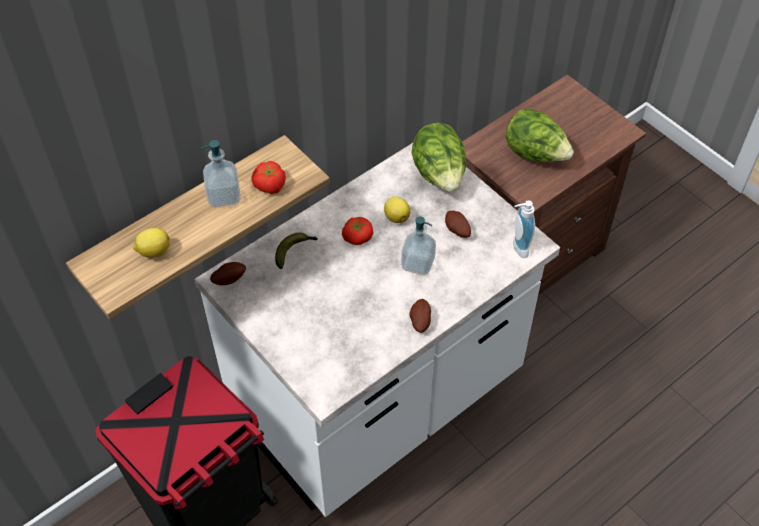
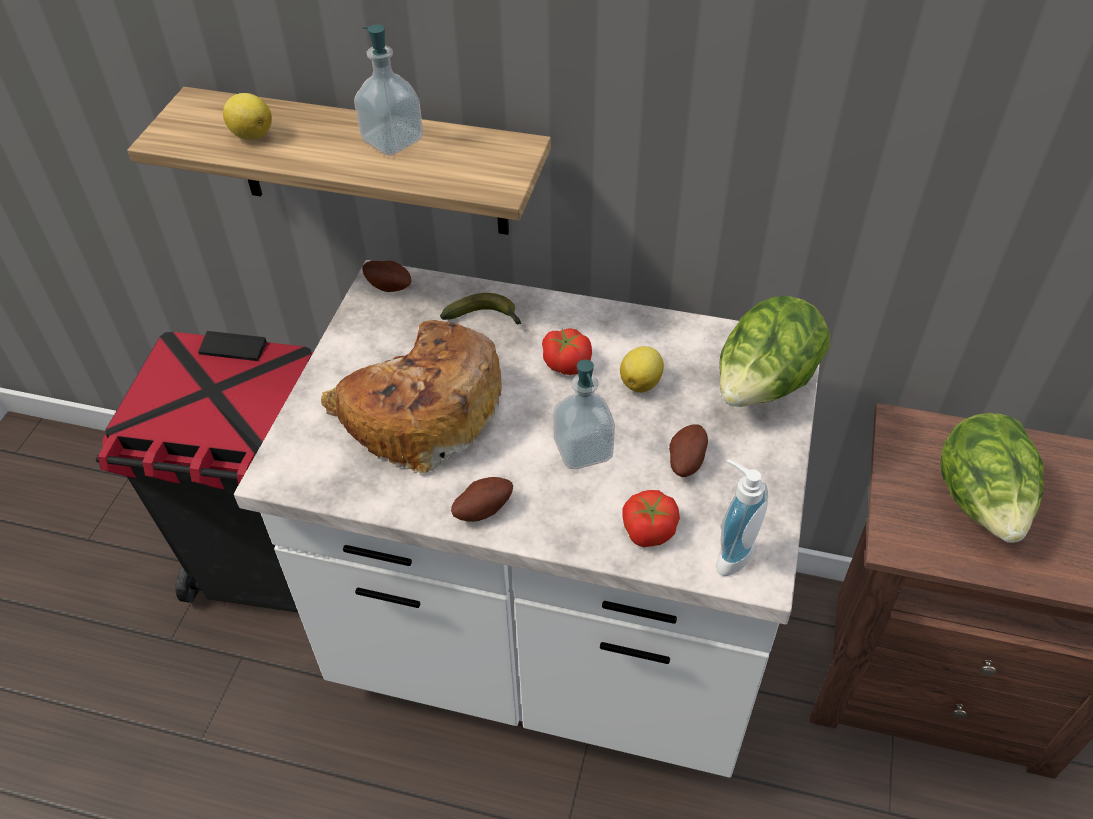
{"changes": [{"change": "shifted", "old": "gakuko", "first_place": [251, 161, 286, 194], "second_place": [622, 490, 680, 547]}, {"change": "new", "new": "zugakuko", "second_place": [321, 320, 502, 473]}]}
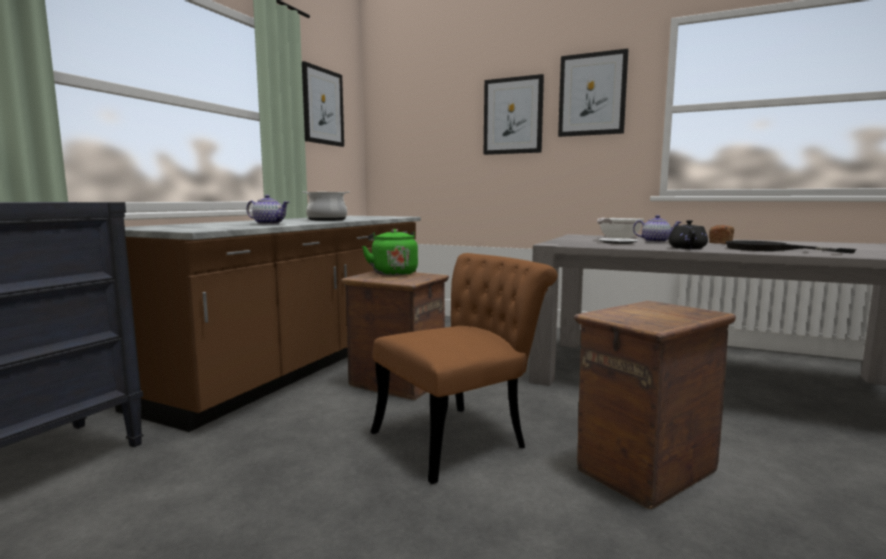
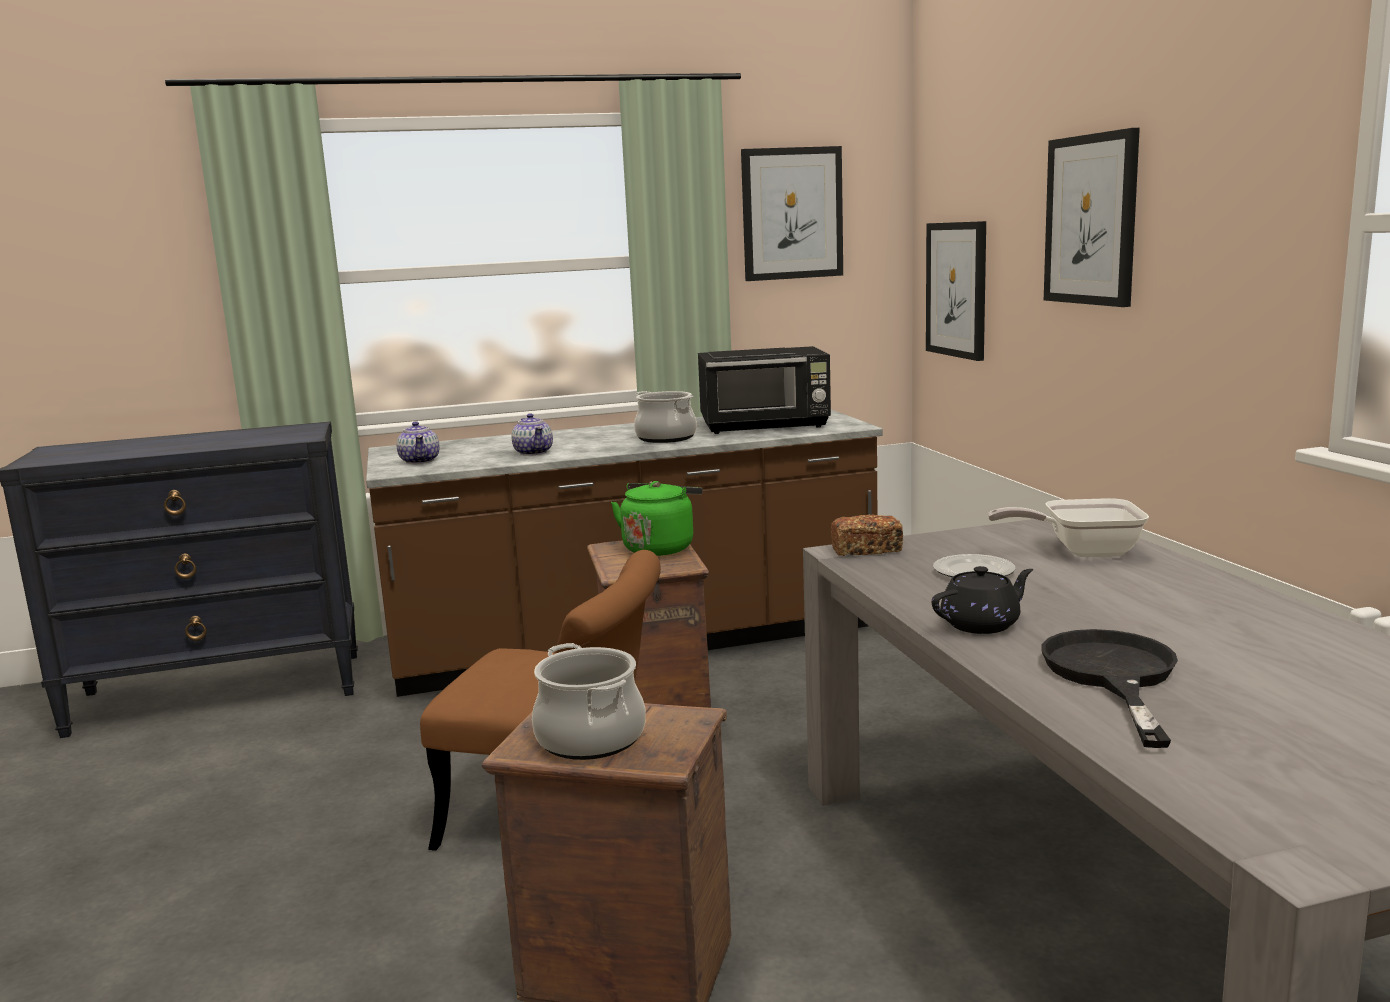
{"changes": [{"change": "shifted", "old": "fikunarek", "first_place": [558, 49, 628, 137], "second_place": [926, 221, 986, 361]}, {"change": "shifted", "old": "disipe", "first_place": [633, 215, 682, 242], "second_place": [396, 421, 440, 464]}, {"change": "shifted", "old": "zugakuko", "first_place": [709, 225, 734, 244], "second_place": [831, 514, 903, 556]}, {"change": "new", "new": "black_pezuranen", "second_place": [698, 346, 831, 434]}, {"change": "new", "new": "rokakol", "second_place": [532, 643, 646, 760]}]}
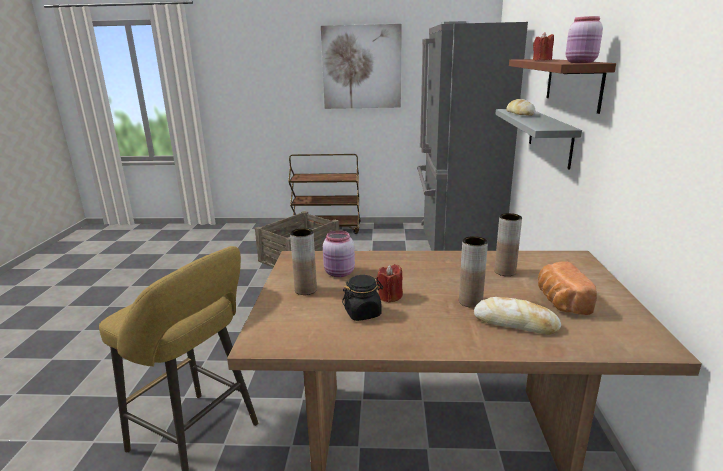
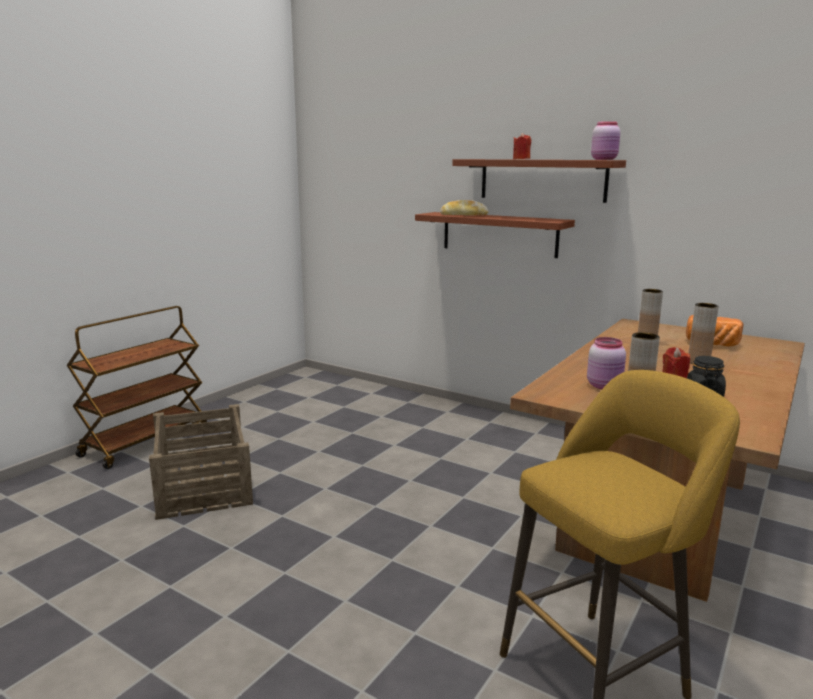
{"changes": [{"change": "gone", "old": "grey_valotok", "first_place": [417, 21, 528, 251]}, {"change": "gone", "old": "fikunarek", "first_place": [321, 24, 402, 109]}, {"change": "repainted", "old": "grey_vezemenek", "new": "brown_vezemenek", "first_place": [496, 109, 582, 170], "second_place": [415, 212, 575, 258]}, {"change": "gone", "old": "zugakuko", "first_place": [474, 297, 561, 335]}]}
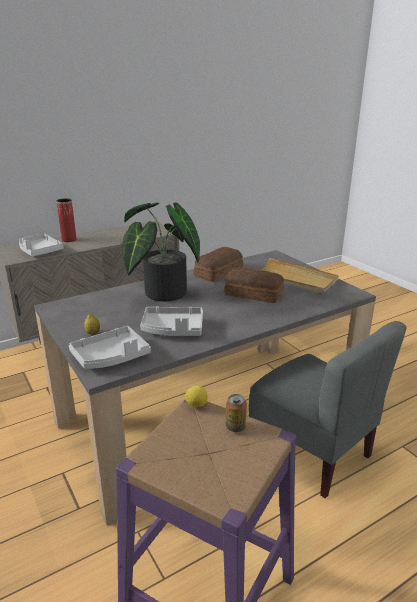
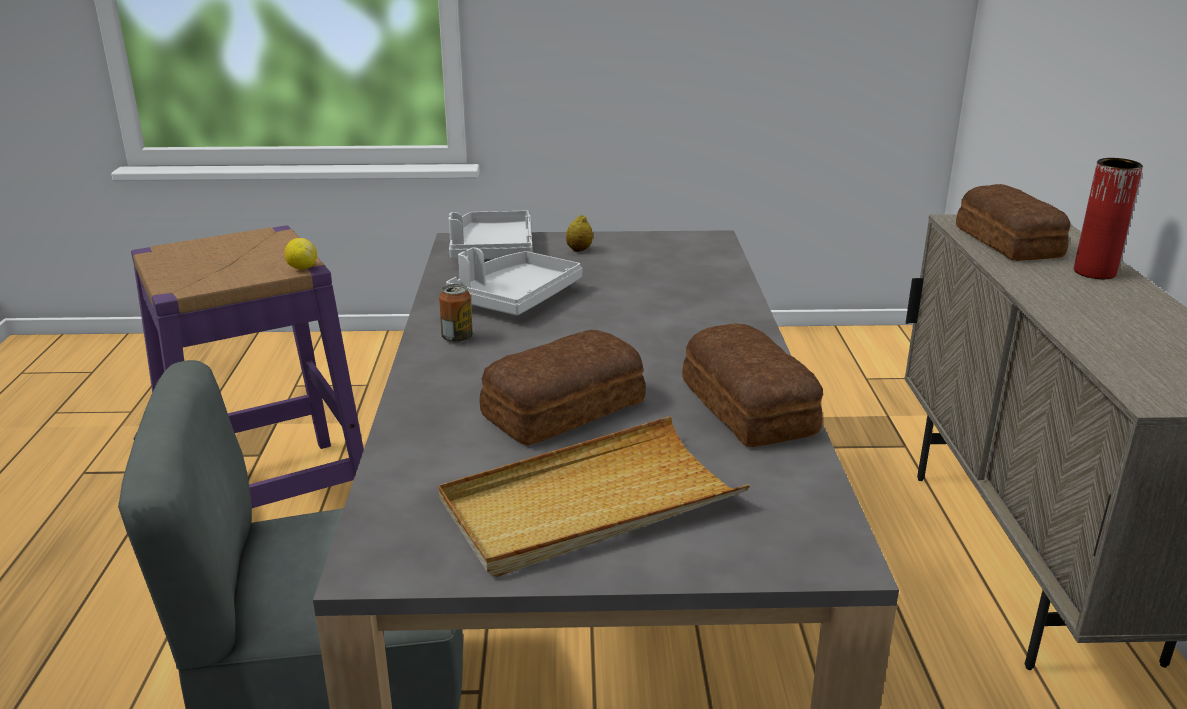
{"changes": [{"change": "gone", "old": "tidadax", "first_place": [122, 202, 200, 301]}, {"change": "swapped", "old": "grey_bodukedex", "new": "zugakuko", "first_place": [19, 233, 63, 256], "second_place": [956, 184, 1071, 261]}, {"change": "shifted", "old": "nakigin", "first_place": [226, 394, 247, 432], "second_place": [439, 284, 473, 343]}]}
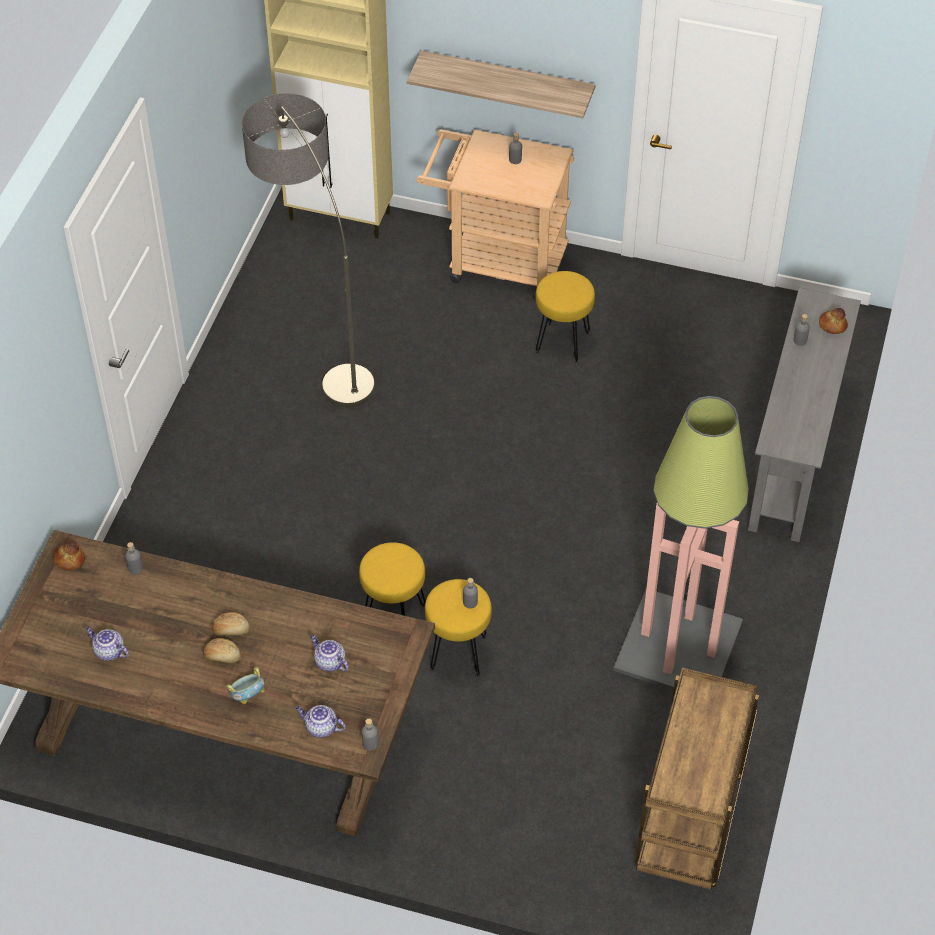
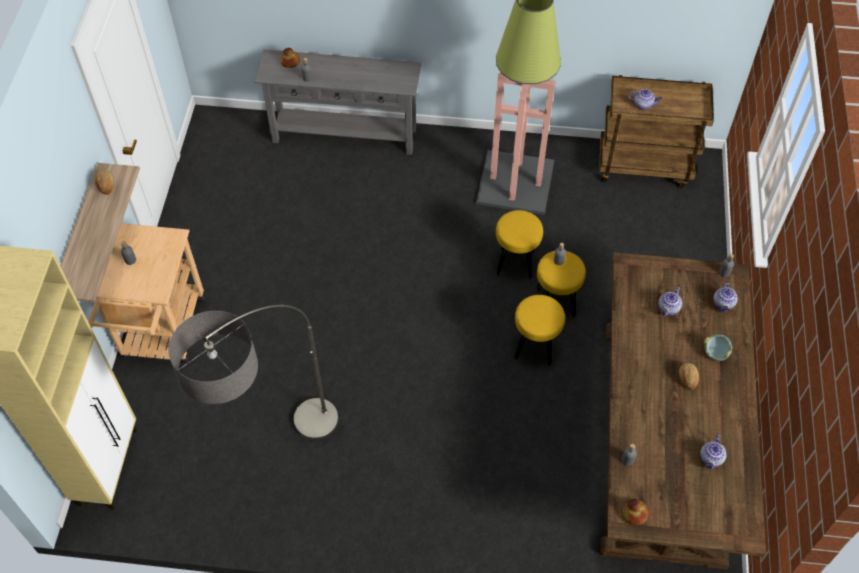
{"changes": [{"change": "shifted", "old": "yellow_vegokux", "first_place": [536, 271, 595, 363], "second_place": [496, 210, 543, 279]}, {"change": "shifted", "old": "zugakuko", "first_place": [212, 612, 250, 636], "second_place": [95, 170, 114, 195]}, {"change": "new", "new": "disipe", "second_place": [628, 89, 662, 110]}]}
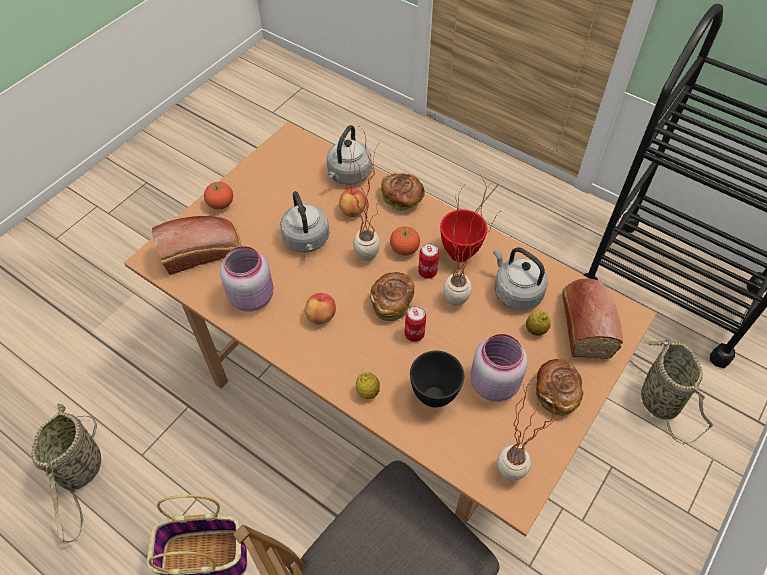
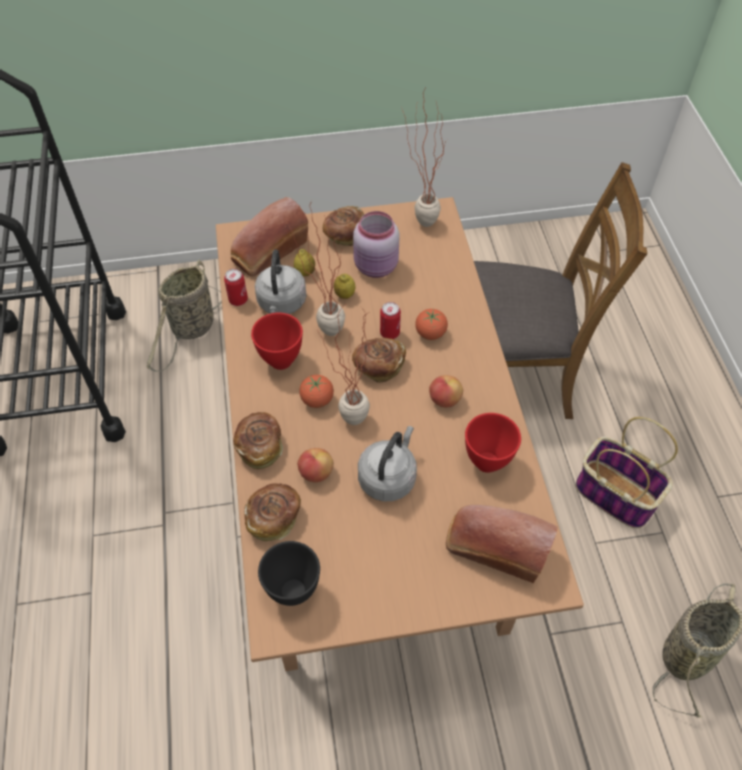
{"changes": [{"change": "swapped", "old": "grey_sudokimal", "new": "zugakuko", "first_place": [327, 125, 372, 185], "second_place": [244, 483, 301, 541]}, {"change": "shifted", "old": "gakuko", "first_place": [204, 182, 233, 209], "second_place": [415, 309, 448, 340]}, {"change": "shifted", "old": "nakigin", "first_place": [418, 243, 439, 279], "second_place": [224, 269, 248, 306]}, {"change": "swapped", "old": "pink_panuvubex", "new": "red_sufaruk", "first_place": [220, 246, 274, 312], "second_place": [465, 413, 521, 473]}, {"change": "shifted", "old": "black_sufaruk", "first_place": [410, 351, 464, 407], "second_place": [258, 541, 320, 606]}, {"change": "shifted", "old": "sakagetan", "first_place": [356, 372, 380, 399], "second_place": [334, 274, 355, 299]}]}
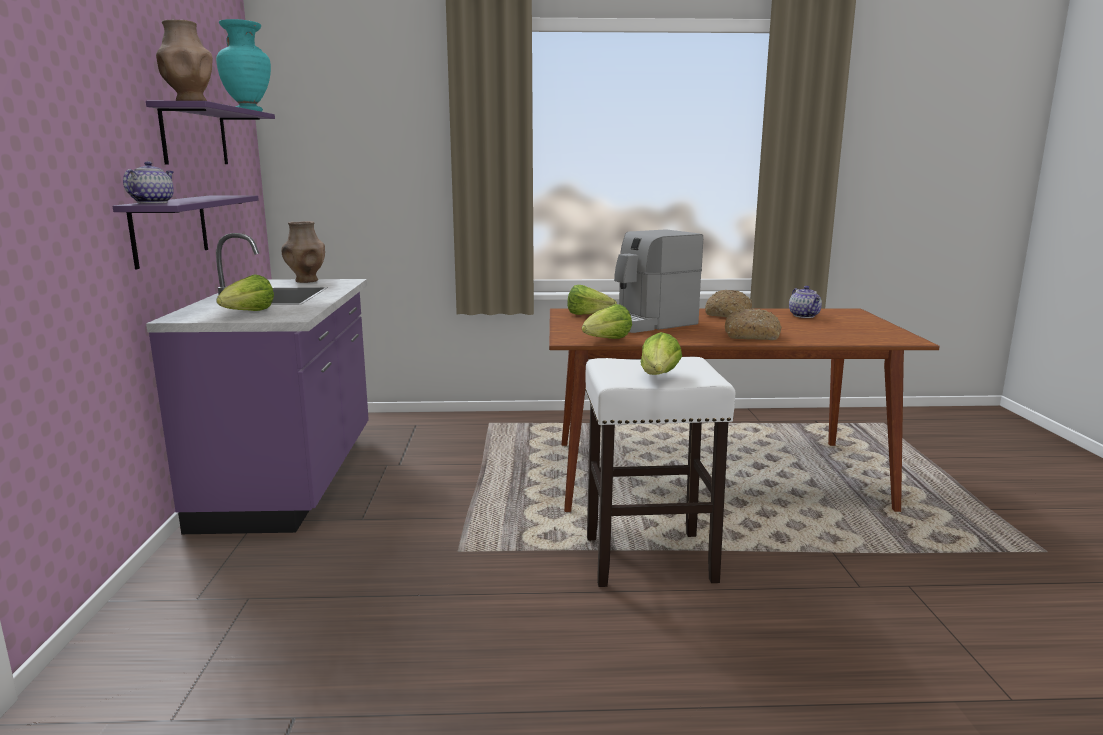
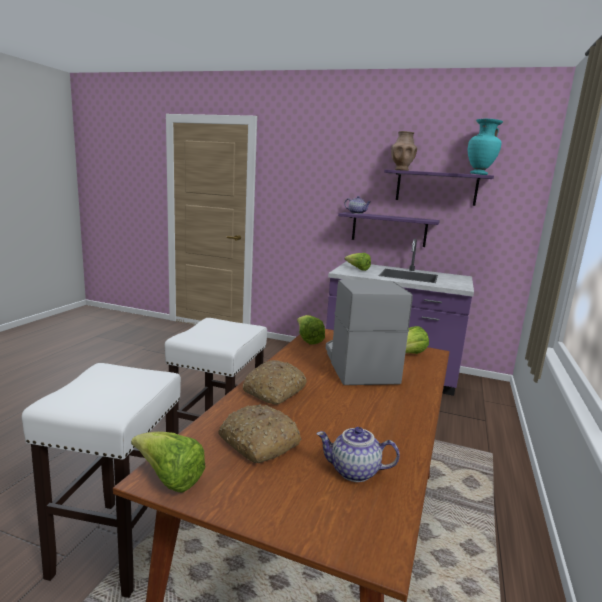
{"changes": [{"change": "gone", "old": "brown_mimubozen", "first_place": [281, 221, 325, 283]}, {"change": "shifted", "old": "zugakuko", "first_place": [705, 290, 752, 318], "second_place": [218, 404, 302, 463]}, {"change": "shifted", "old": "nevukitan", "first_place": [641, 332, 682, 375], "second_place": [131, 432, 205, 493]}, {"change": "new", "new": "white_vegokux", "second_place": [22, 363, 181, 598]}]}
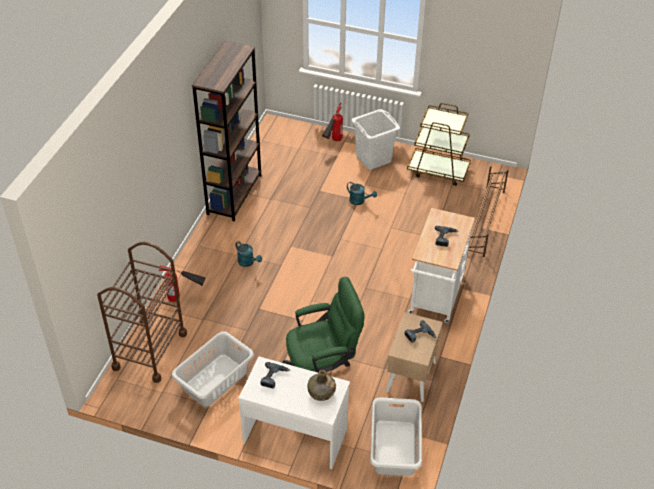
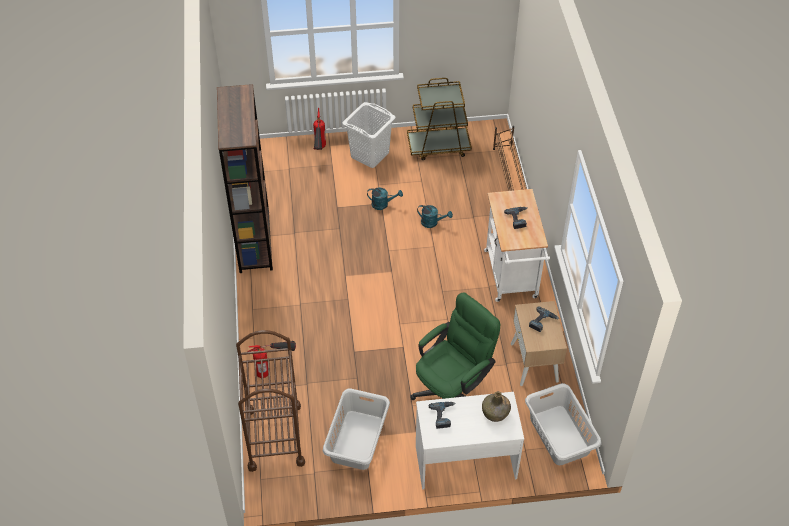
{"changes": [{"change": "shifted", "old": "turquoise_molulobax", "first_place": [235, 241, 262, 267], "second_place": [417, 205, 453, 228]}]}
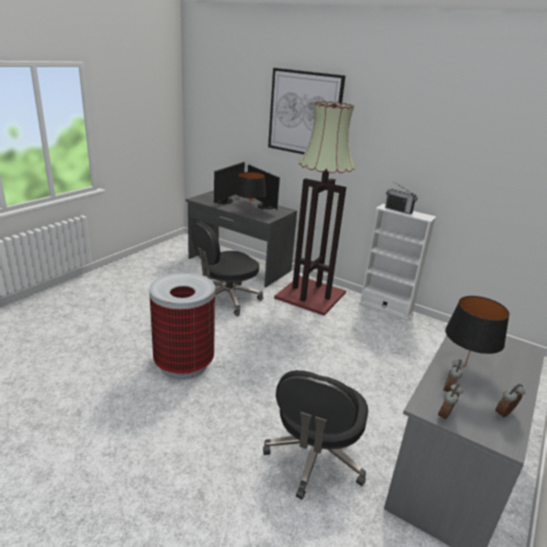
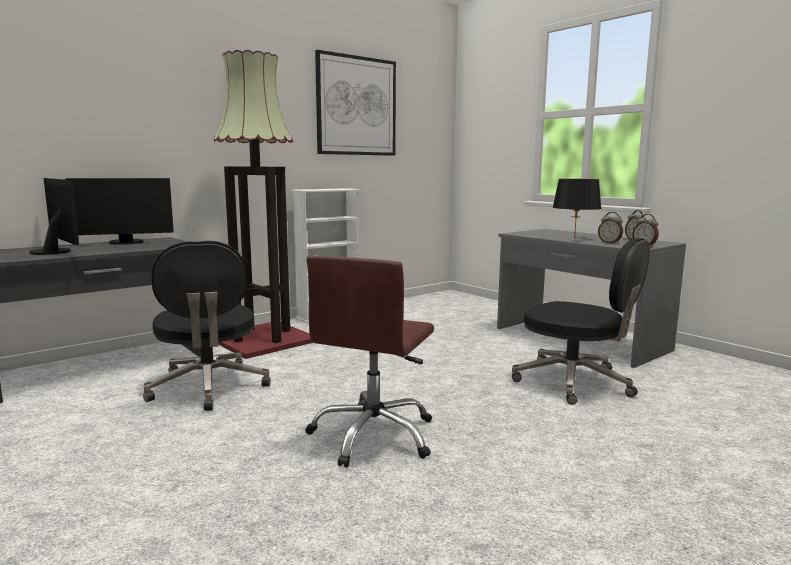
{"changes": [{"change": "shifted", "old": "fikunarek", "first_place": [268, 68, 345, 155], "second_place": [315, 50, 396, 156]}, {"change": "gone", "old": "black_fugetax", "first_place": [236, 172, 266, 209]}, {"change": "gone", "old": "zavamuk", "first_place": [385, 182, 417, 214]}, {"change": "swapped", "old": "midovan", "new": "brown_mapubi", "first_place": [149, 273, 215, 379], "second_place": [305, 255, 434, 468]}]}
